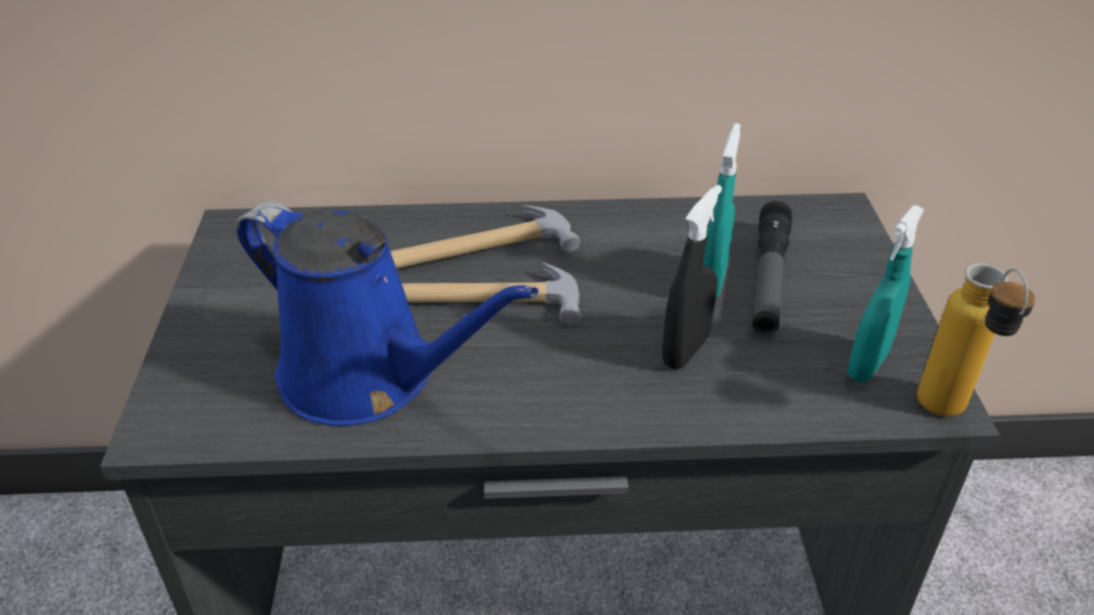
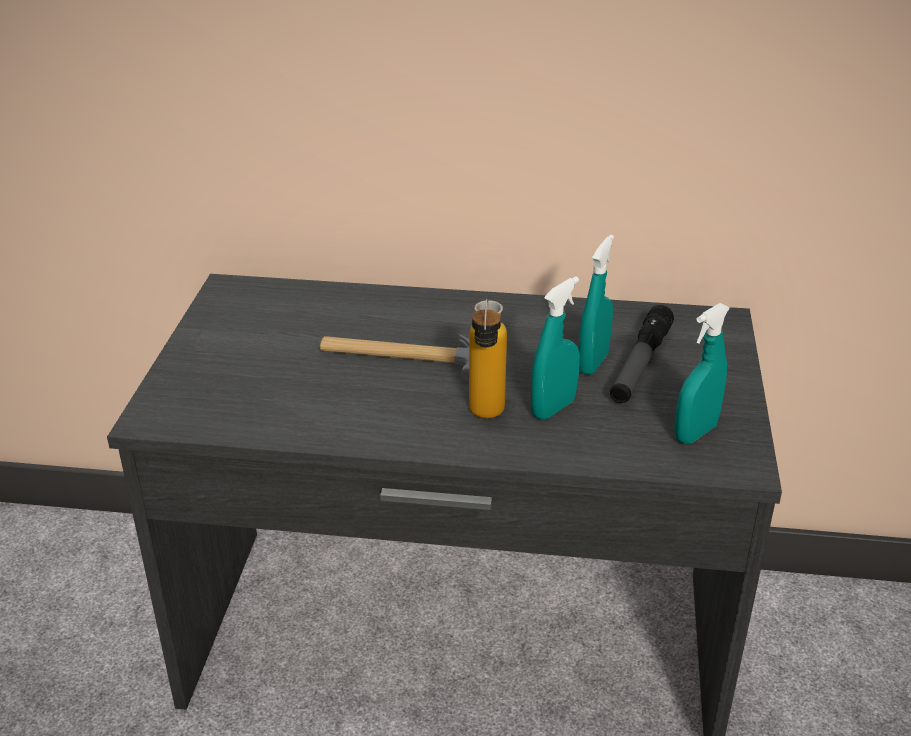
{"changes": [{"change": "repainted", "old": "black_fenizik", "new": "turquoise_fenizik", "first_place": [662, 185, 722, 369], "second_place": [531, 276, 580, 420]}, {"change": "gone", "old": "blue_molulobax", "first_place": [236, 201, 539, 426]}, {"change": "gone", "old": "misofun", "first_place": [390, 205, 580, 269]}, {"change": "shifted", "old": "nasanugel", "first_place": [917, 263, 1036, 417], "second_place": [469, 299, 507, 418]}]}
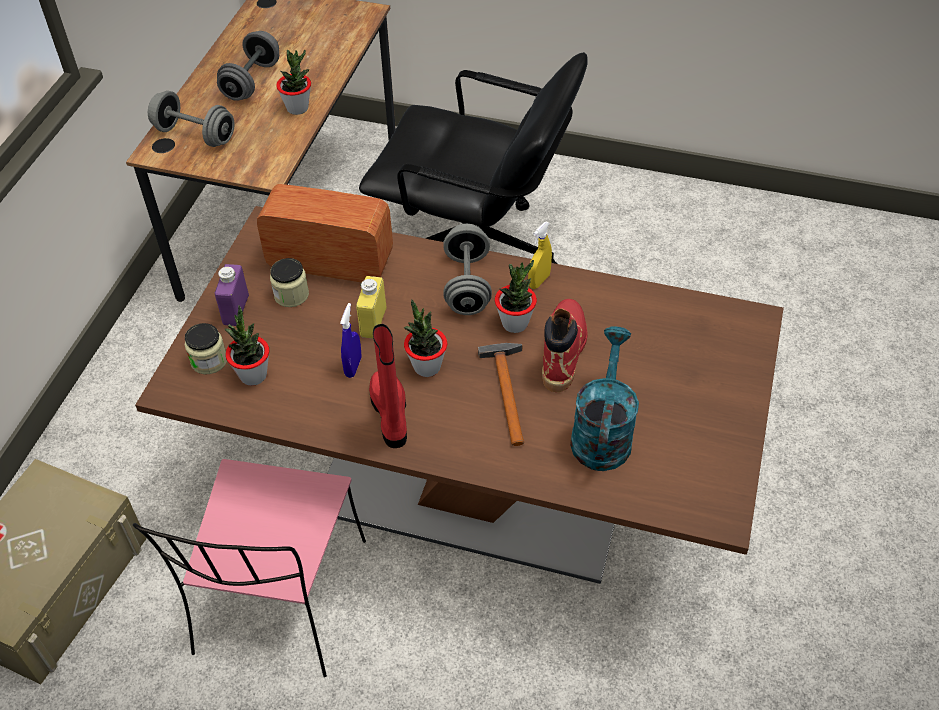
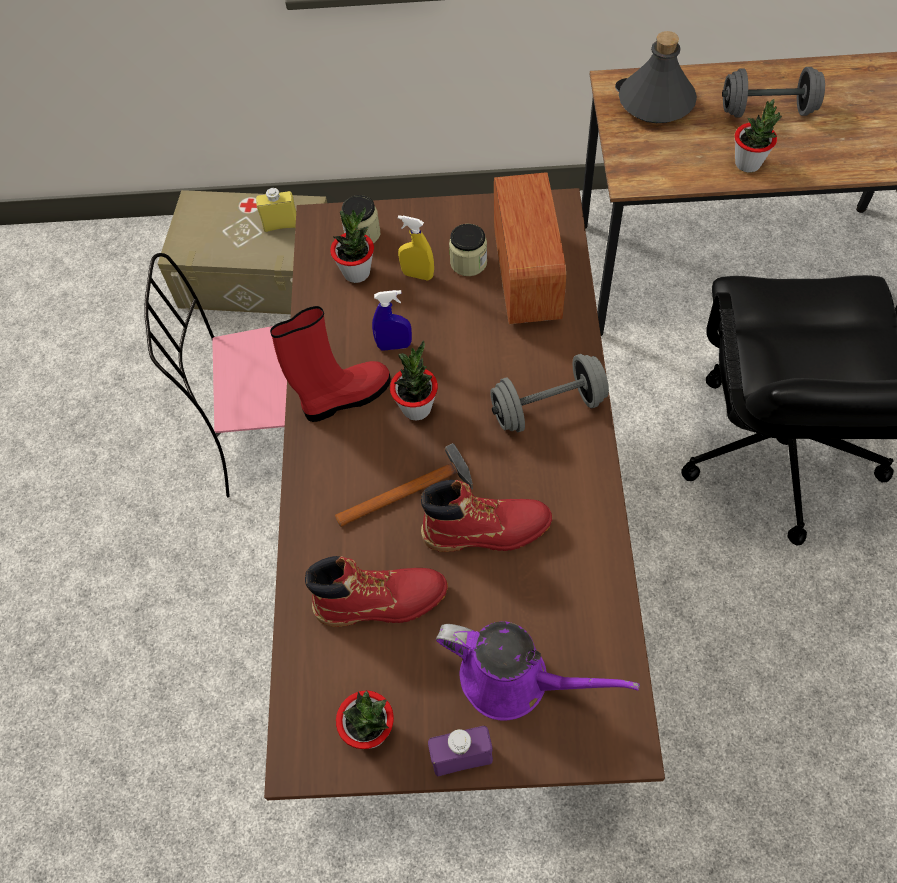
{"changes": [{"change": "swapped", "old": "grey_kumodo", "new": "grey_nasanugel", "first_place": [148, 91, 235, 147], "second_place": [619, 31, 697, 123]}, {"change": "shifted", "old": "yellow_fenizik", "first_place": [528, 222, 552, 289], "second_place": [398, 215, 434, 281]}, {"change": "shifted", "old": "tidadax", "first_place": [495, 260, 537, 333], "second_place": [336, 690, 394, 749]}, {"change": "shifted", "old": "purple_nasanugel", "first_place": [215, 264, 249, 326], "second_place": [428, 726, 493, 776]}, {"change": "shifted", "old": "yellow_nasanugel", "first_place": [356, 276, 386, 339], "second_place": [256, 187, 296, 232]}, {"change": "swapped", "old": "turquoise_molulobax", "new": "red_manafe", "first_place": [570, 326, 639, 471], "second_place": [305, 556, 448, 627]}, {"change": "new", "new": "purple_molulobax", "second_place": [436, 621, 640, 721]}]}
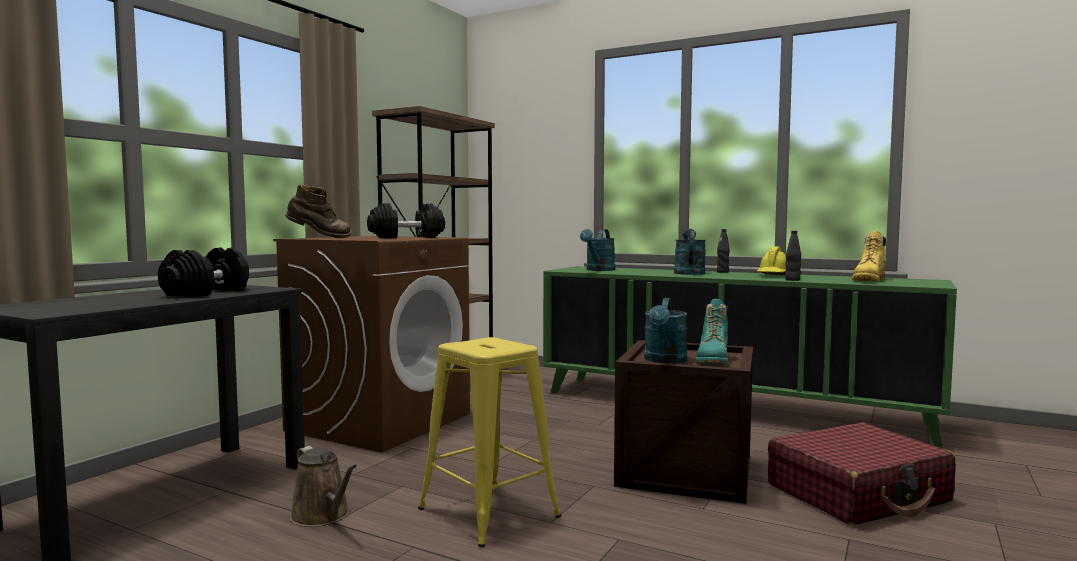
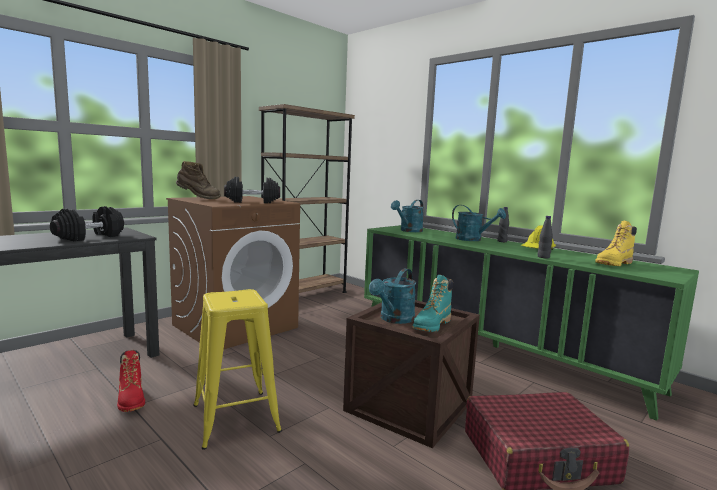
{"changes": [{"change": "rotated", "old": "turquoise_molulobax", "first_place": [674, 229, 706, 275], "second_place": [452, 205, 506, 241], "degrees": 105}, {"change": "swapped", "old": "brown_molulobax", "new": "red_manafe", "first_place": [290, 446, 357, 527], "second_place": [117, 350, 145, 412]}]}
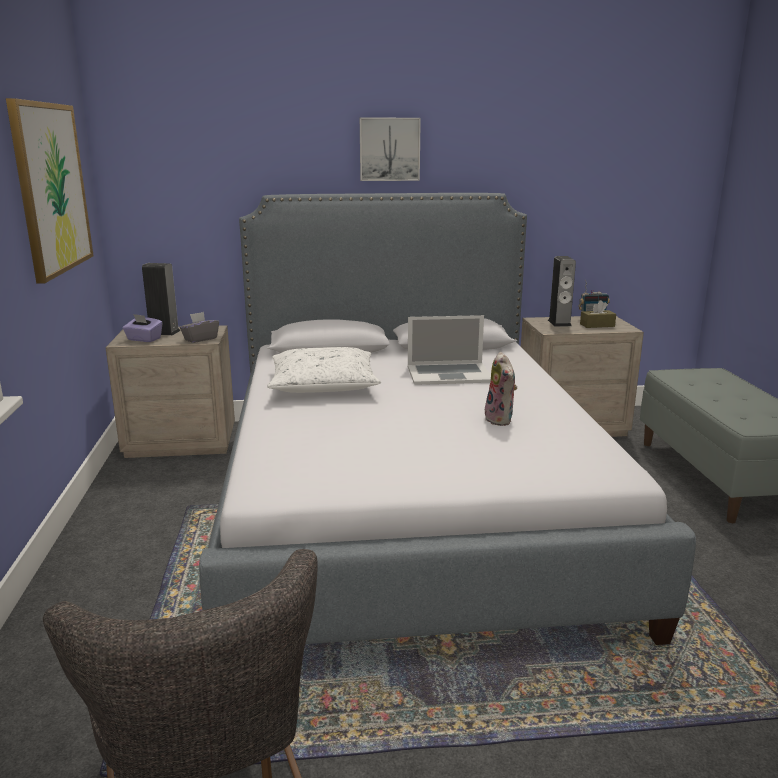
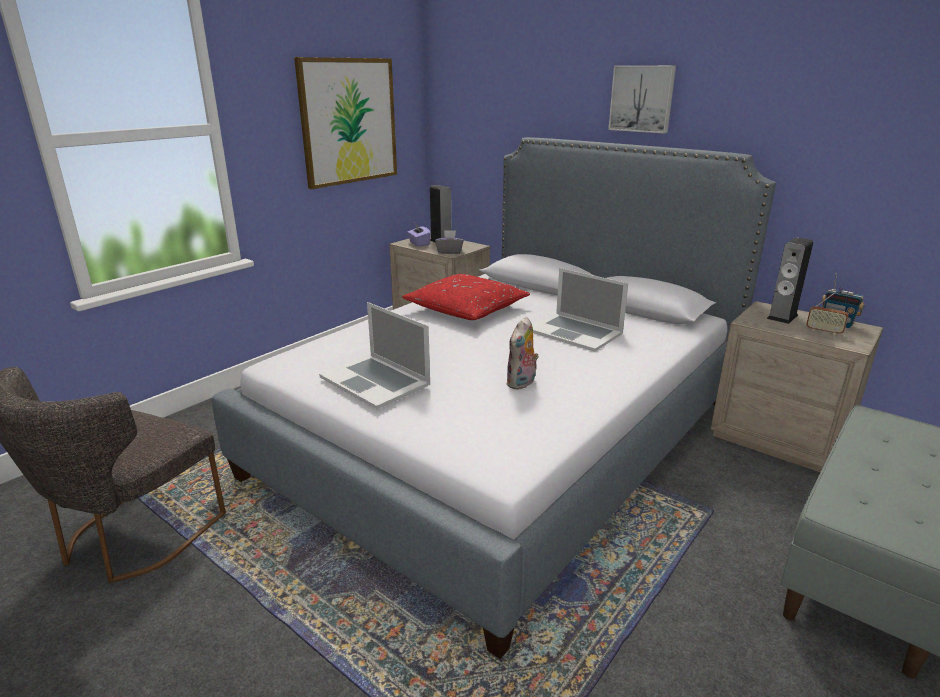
{"changes": [{"change": "swapped", "old": "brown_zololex", "new": "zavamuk", "first_place": [580, 300, 616, 328], "second_place": [806, 292, 849, 335]}, {"change": "repainted", "old": "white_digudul", "new": "red_digudul", "first_place": [267, 347, 381, 393], "second_place": [402, 274, 530, 320]}, {"change": "new", "new": "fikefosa", "second_place": [319, 302, 430, 409]}]}
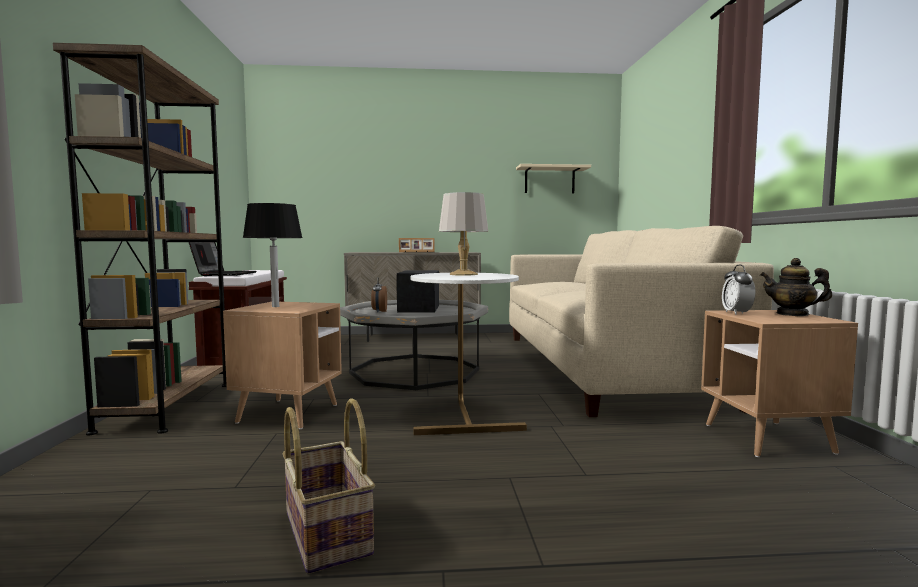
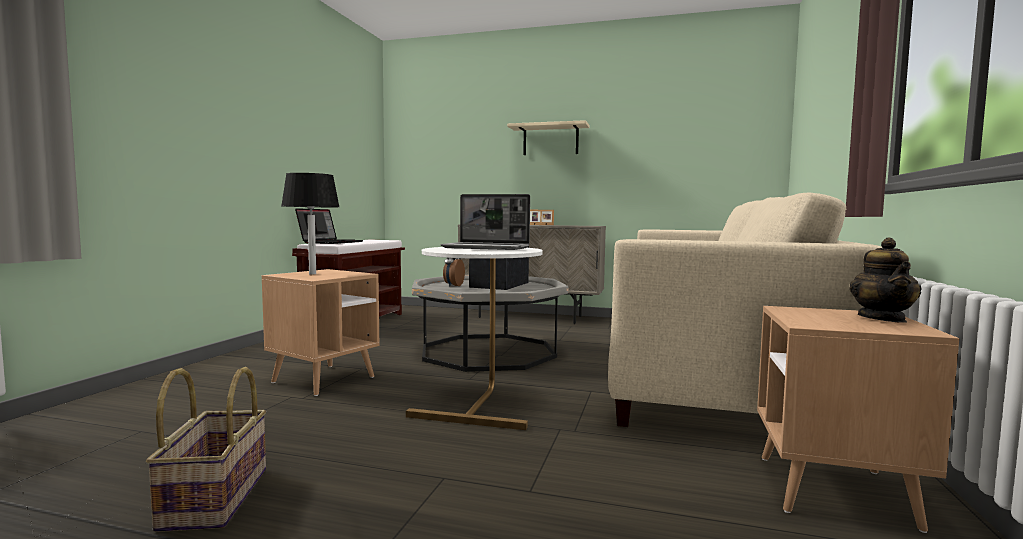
{"changes": [{"change": "gone", "old": "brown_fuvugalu", "first_place": [53, 43, 227, 435]}, {"change": "shifted", "old": "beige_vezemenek", "first_place": [516, 164, 591, 193], "second_place": [507, 120, 589, 155]}, {"change": "swapped", "old": "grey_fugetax", "new": "fikefosa", "first_place": [439, 192, 488, 276], "second_place": [441, 194, 530, 250]}, {"change": "rotated", "old": "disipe", "first_place": [760, 258, 832, 316], "second_place": [850, 238, 922, 323], "degrees": -120}, {"change": "gone", "old": "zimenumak", "first_place": [722, 265, 755, 315]}]}
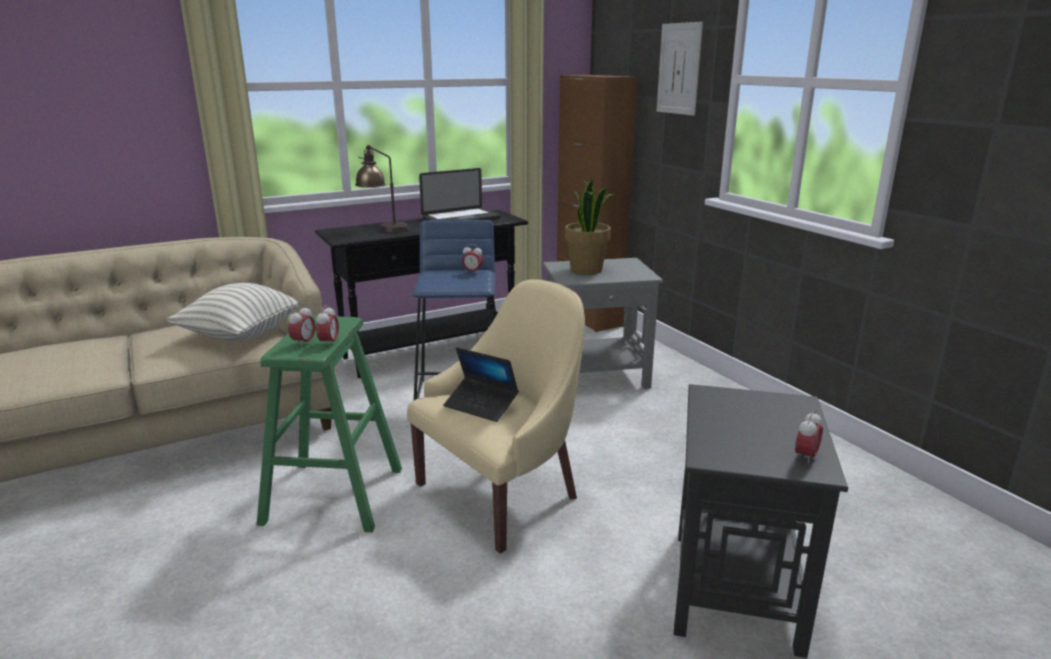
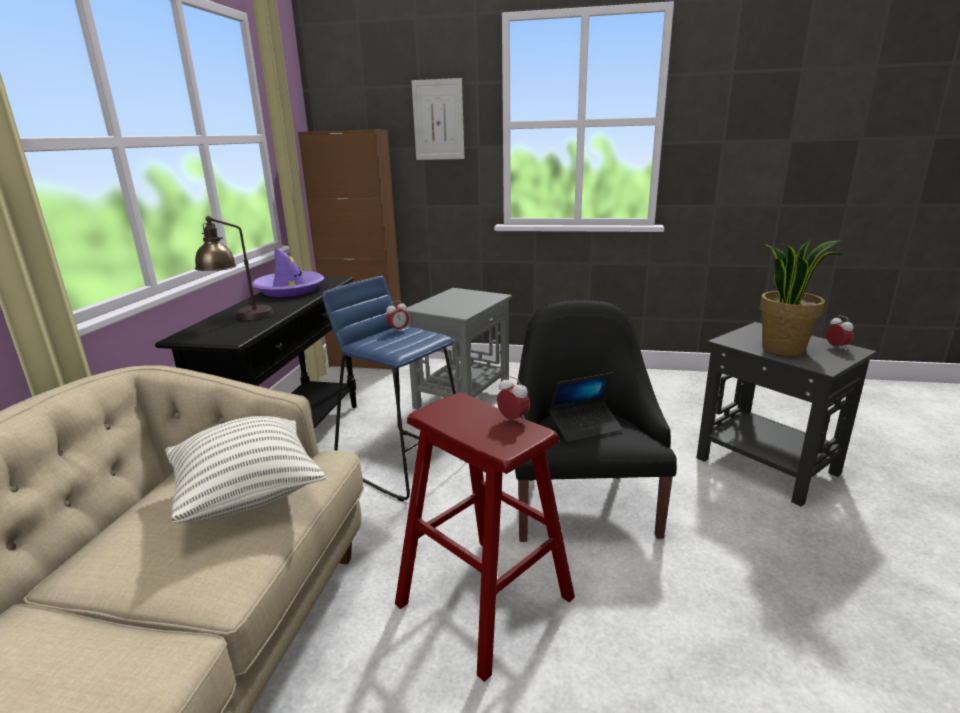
{"changes": [{"change": "swapped", "old": "fikefosa", "new": "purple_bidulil", "first_place": [419, 168, 501, 220], "second_place": [252, 247, 324, 297]}, {"change": "shifted", "old": "tidadax", "first_place": [565, 180, 617, 275], "second_place": [760, 239, 845, 356]}, {"change": "repainted", "old": "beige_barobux", "new": "black_barobux", "first_place": [407, 279, 585, 554], "second_place": [515, 300, 677, 542]}, {"change": "gone", "old": "zimenumak", "first_place": [288, 305, 316, 348]}, {"change": "repainted", "old": "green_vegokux", "new": "red_vegokux", "first_place": [257, 316, 402, 532], "second_place": [395, 393, 575, 682]}]}
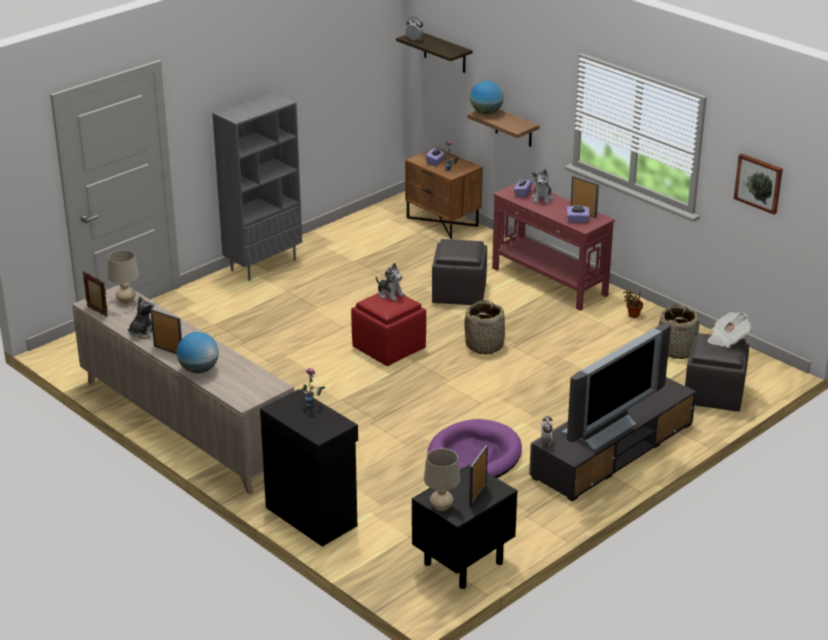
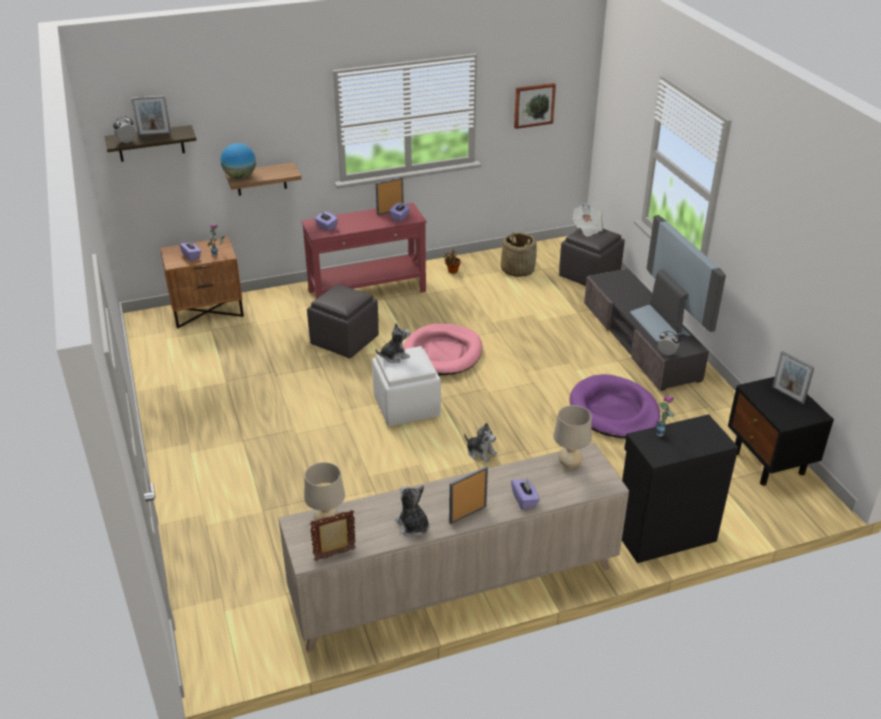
{"changes": [{"change": "gone", "old": "grey_fuvugalu", "first_place": [212, 92, 302, 281]}, {"change": "shifted", "old": "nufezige", "first_place": [532, 169, 553, 204], "second_place": [464, 423, 497, 462]}, {"change": "repainted", "old": "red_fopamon", "new": "white_fopamon", "first_place": [351, 292, 426, 366], "second_place": [372, 346, 441, 426]}, {"change": "swapped", "old": "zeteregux", "new": "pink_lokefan", "first_place": [464, 300, 505, 355], "second_place": [403, 324, 482, 376]}, {"change": "swapped", "old": "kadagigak", "new": "purple_zololex", "first_place": [177, 332, 219, 373], "second_place": [511, 478, 540, 510]}, {"change": "shifted", "old": "beige_fugetax", "first_place": [424, 448, 460, 511], "second_place": [553, 405, 592, 469]}, {"change": "new", "new": "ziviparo", "second_place": [131, 96, 171, 136]}]}
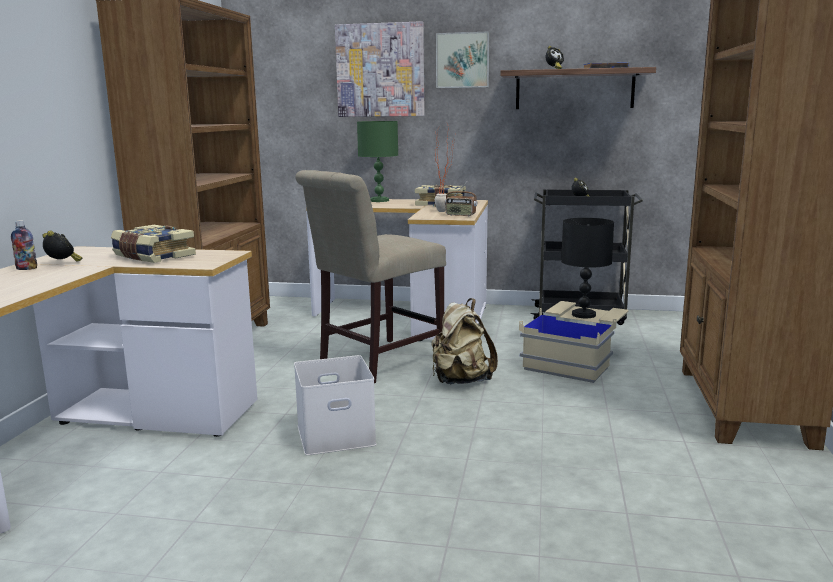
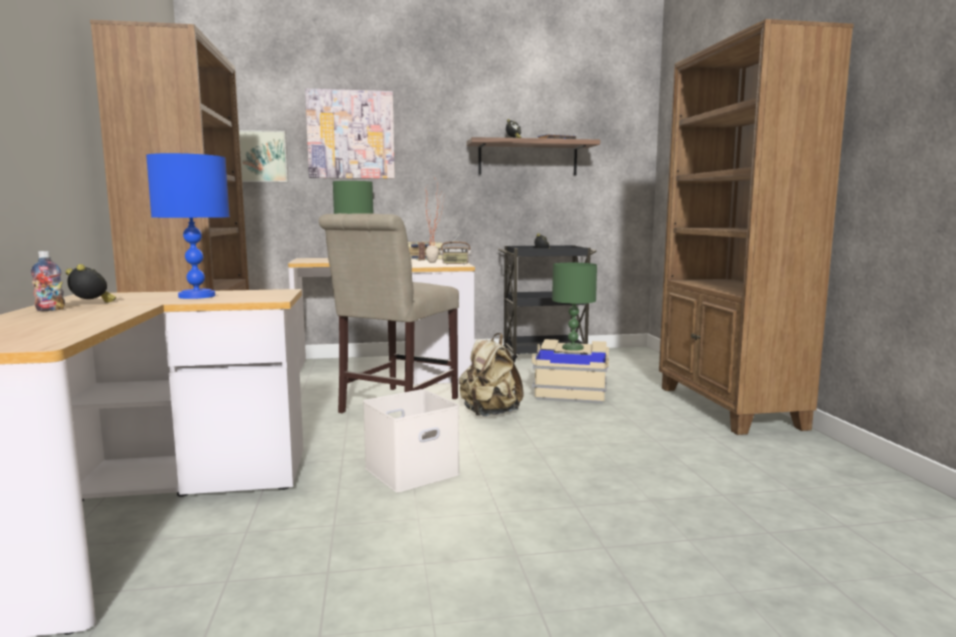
{"changes": [{"change": "shifted", "old": "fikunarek", "first_place": [436, 32, 489, 88], "second_place": [239, 130, 288, 182]}, {"change": "repainted", "old": "black_fugetax", "new": "green_fugetax", "first_place": [561, 218, 614, 318], "second_place": [552, 263, 597, 351]}, {"change": "swapped", "old": "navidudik", "new": "blue_fugetax", "first_place": [111, 225, 196, 263], "second_place": [146, 153, 230, 299]}]}
